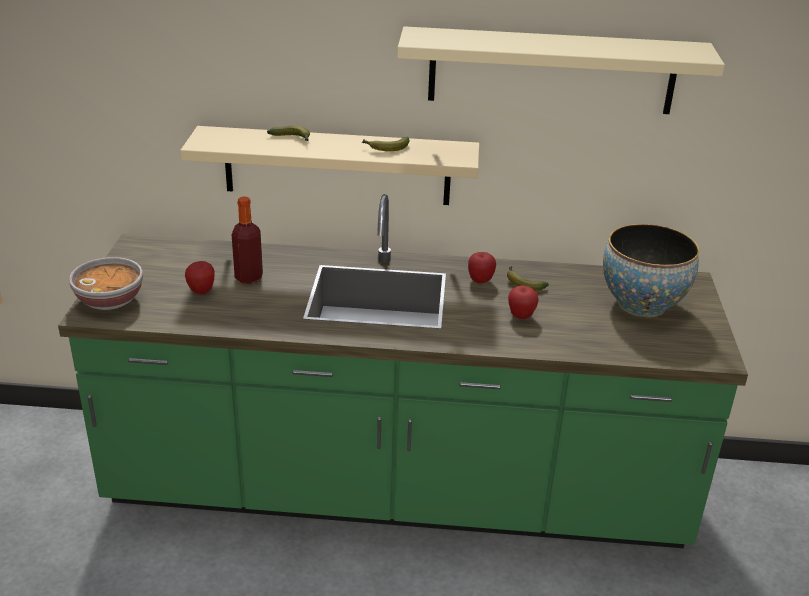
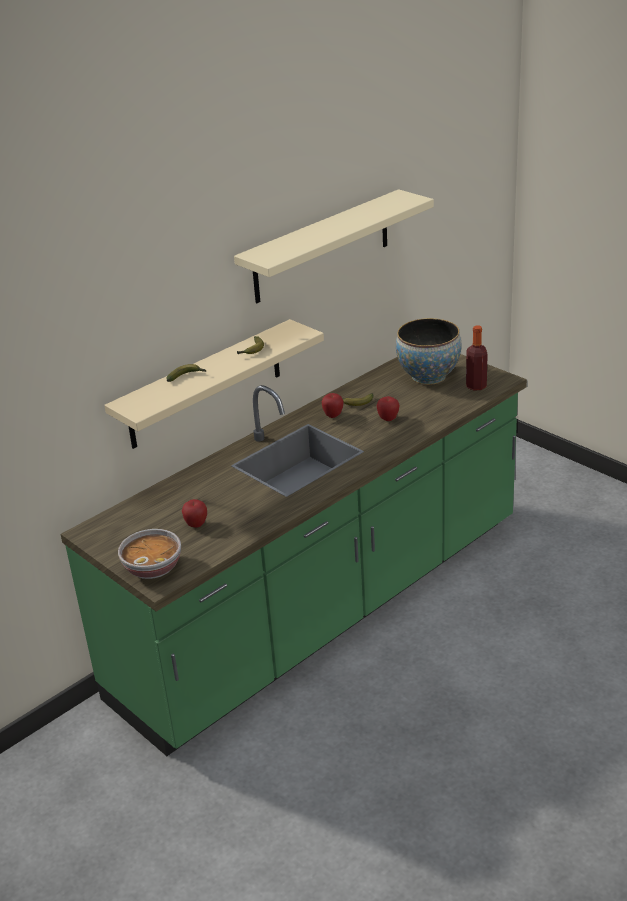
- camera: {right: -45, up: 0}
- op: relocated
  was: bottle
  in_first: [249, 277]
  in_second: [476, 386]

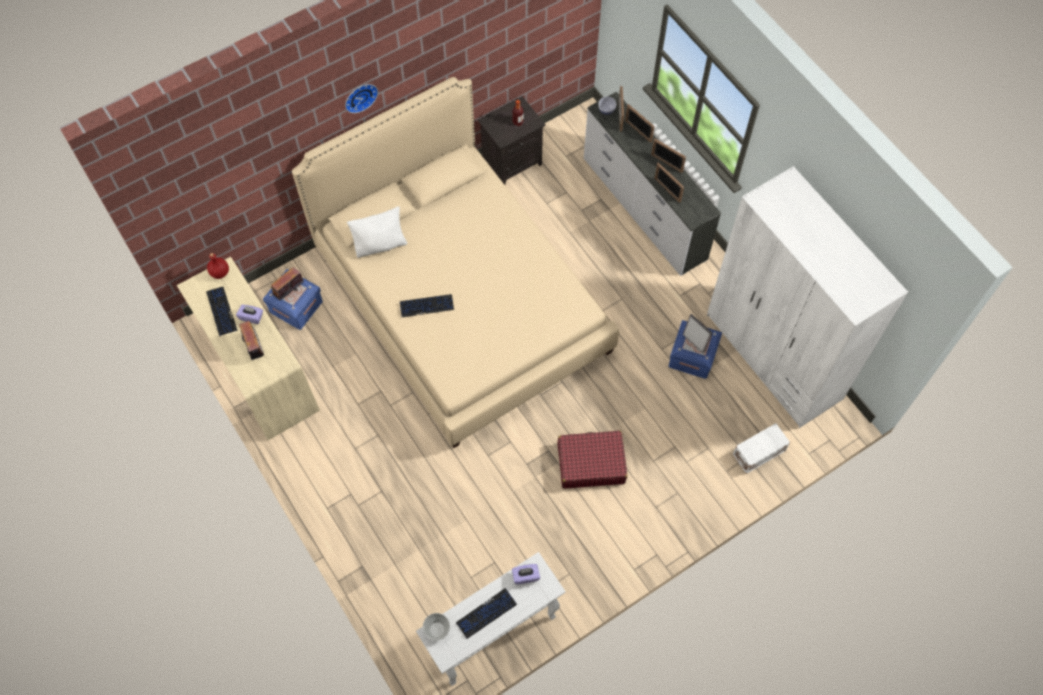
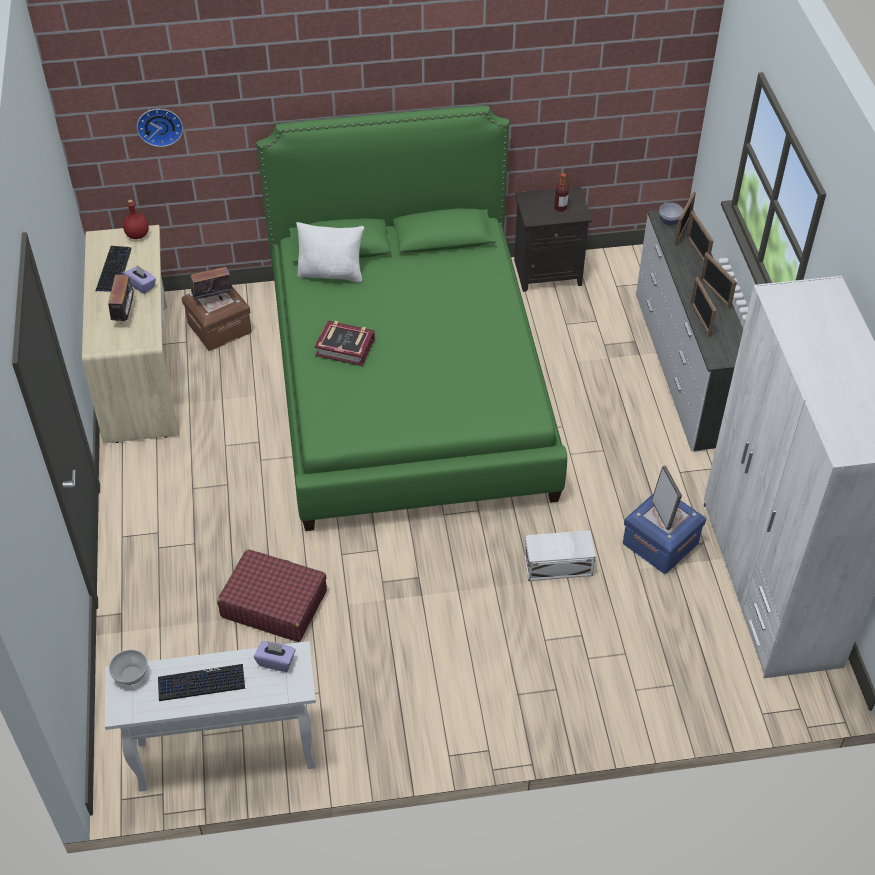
- camera: {right: 25, up: -15}
- op: colour
  was: bed/beige
  now: bed/green
  in_first: [462, 300]
  in_second: [408, 385]
- op: relocated
  was: wall clock
  in_first: [360, 96]
  in_second: [159, 125]
- op: colour
  was: storage box/blue
  now: storage box/brown
  in_first: [296, 306]
  in_second: [219, 328]
- op: exchanged
  was: keyboard
  now: book
  in_first: [426, 306]
  in_second: [345, 347]
- op: relocated
  was: storage box/white
  in_first: [760, 453]
  in_second: [559, 565]
- op: relocated
  was: suitcase/red
  in_first: [590, 463]
  in_second: [274, 603]

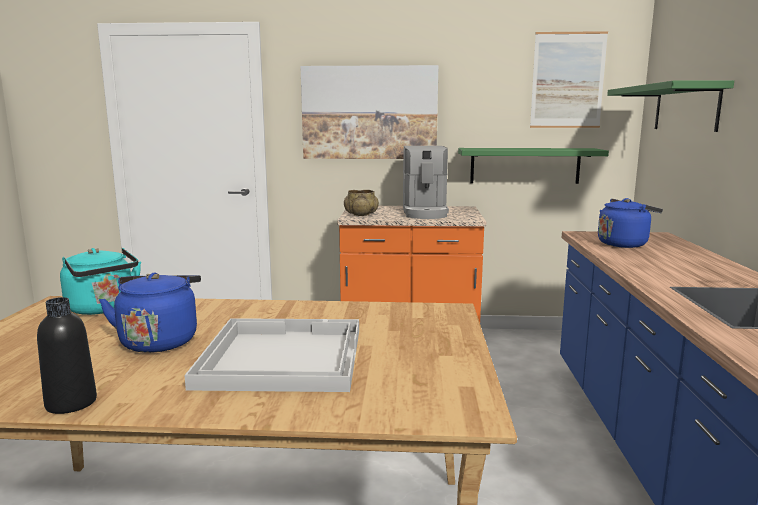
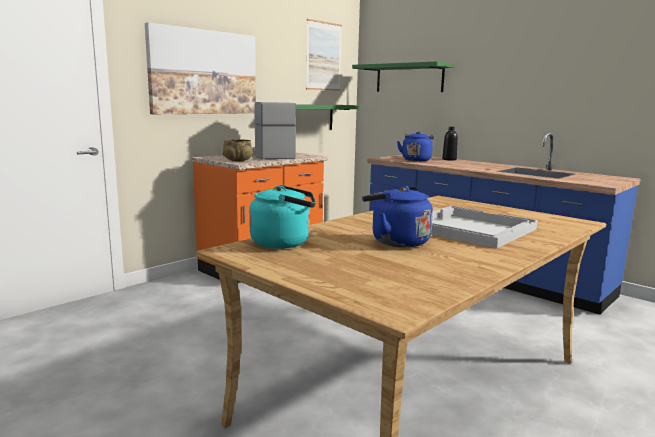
- camera: {right: -50, up: 0}
- op: spun
  was: coffee machine
  in_first: [425, 212]
  in_second: [272, 156]
  clockwise: -150
- op: relocated
  was: bottle/black
  in_first: [71, 403]
  in_second: [449, 159]

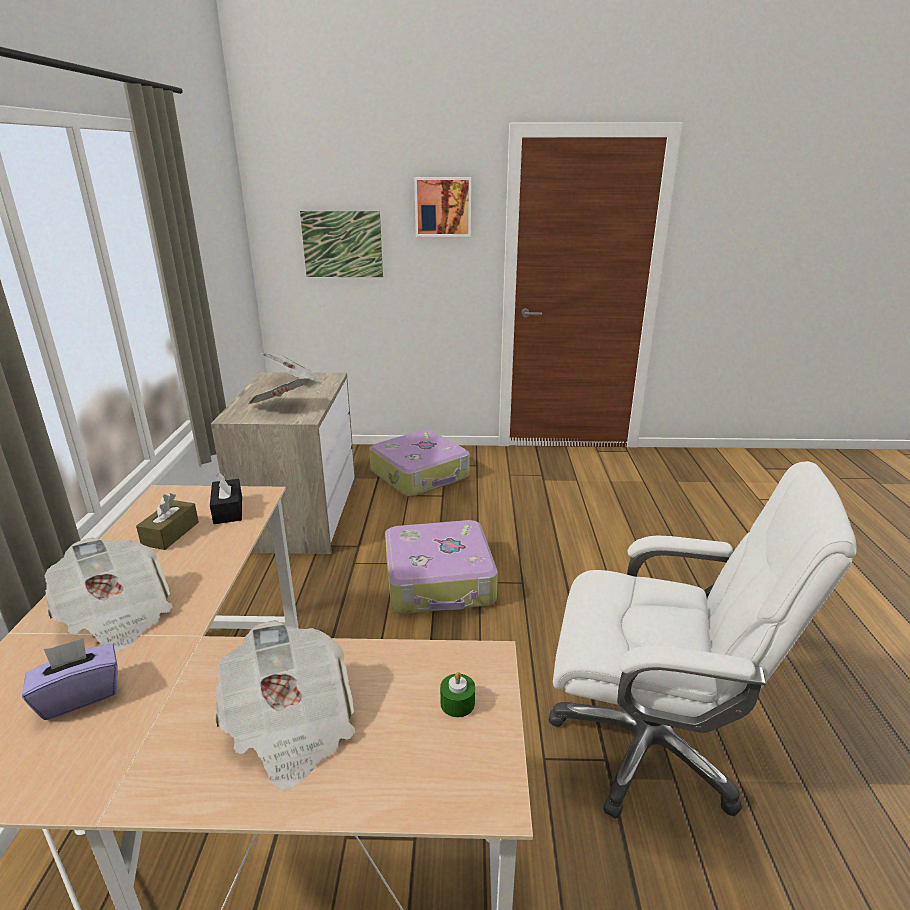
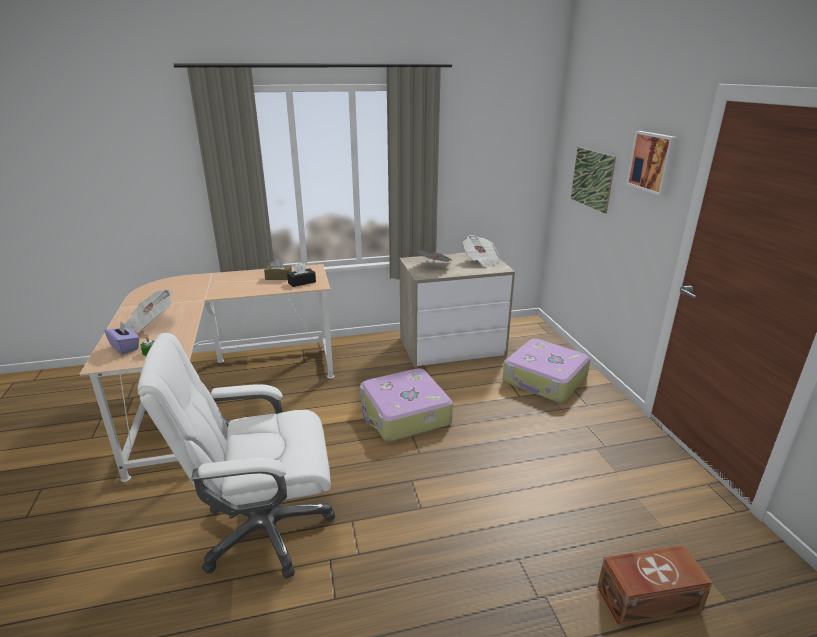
- camera: {right: 75, up: 0}
- op: spun
  was: office chair/white
  in_first: [649, 743]
  in_second: [264, 529]
  clockwise: 75
- op: missing
  was: newspaper
  in_first: [117, 616]
- op: relocated
  was: tissue box/purple
  in_first: [80, 695]
  in_second: [125, 347]
- op: appeared
  now: storage box/brown
  in_second: [646, 598]

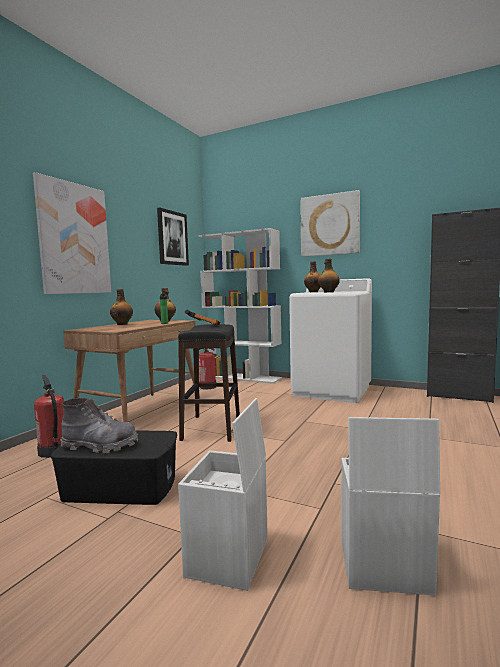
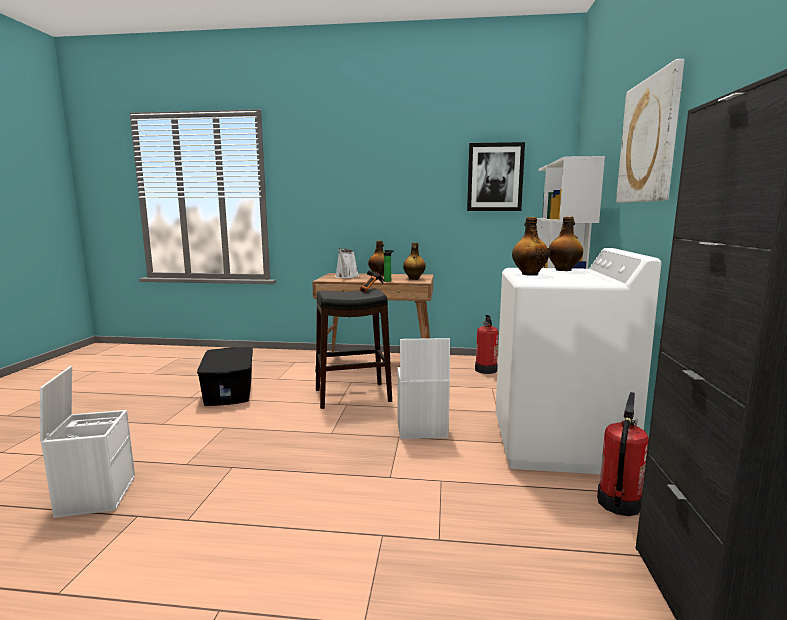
- camera: {right: 70, up: 5}
- op: missing
  was: picture
  in_first: [74, 239]
- op: relocated
  was: fire extinguisher
  in_first: [53, 451]
  in_second: [618, 503]
- op: missing
  was: boot/grey
  in_first: [100, 446]
- op: relocated
  was: storage box/white
  in_first: [229, 558]
  in_second: [420, 429]
- op: appeared
  now: watering can/white
  in_second: [346, 277]

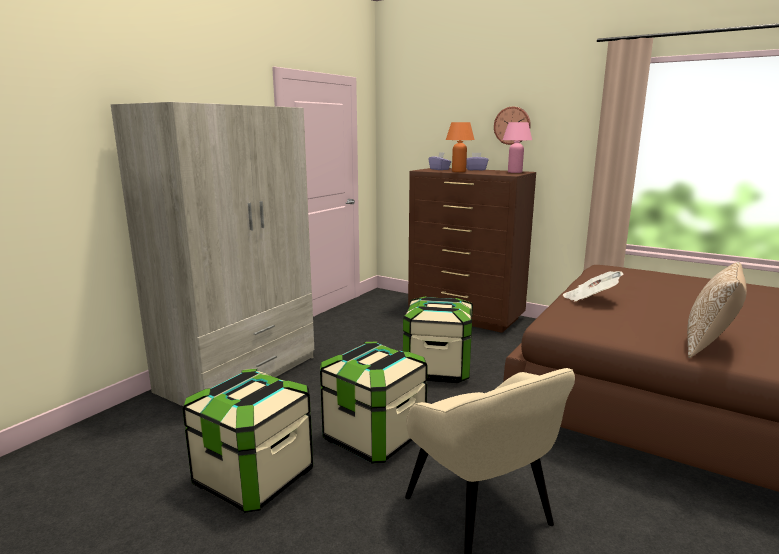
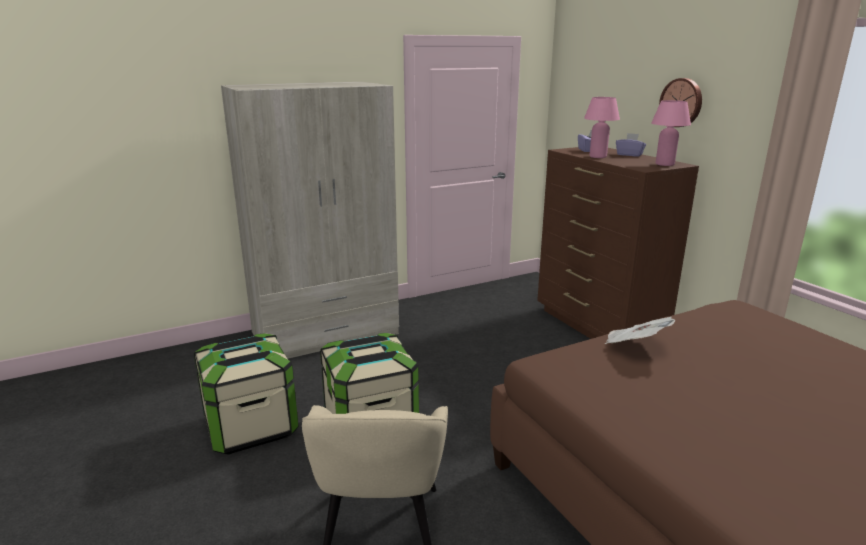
- camera: {right: 30, up: 5}
- op: colour
  was: table lamp/orange
  now: table lamp/pink
  in_first: [458, 171]
  in_second: [597, 157]
- op: missing
  was: pillow
  in_first: [709, 346]
- op: missing
  was: storage box
  in_first: [437, 369]

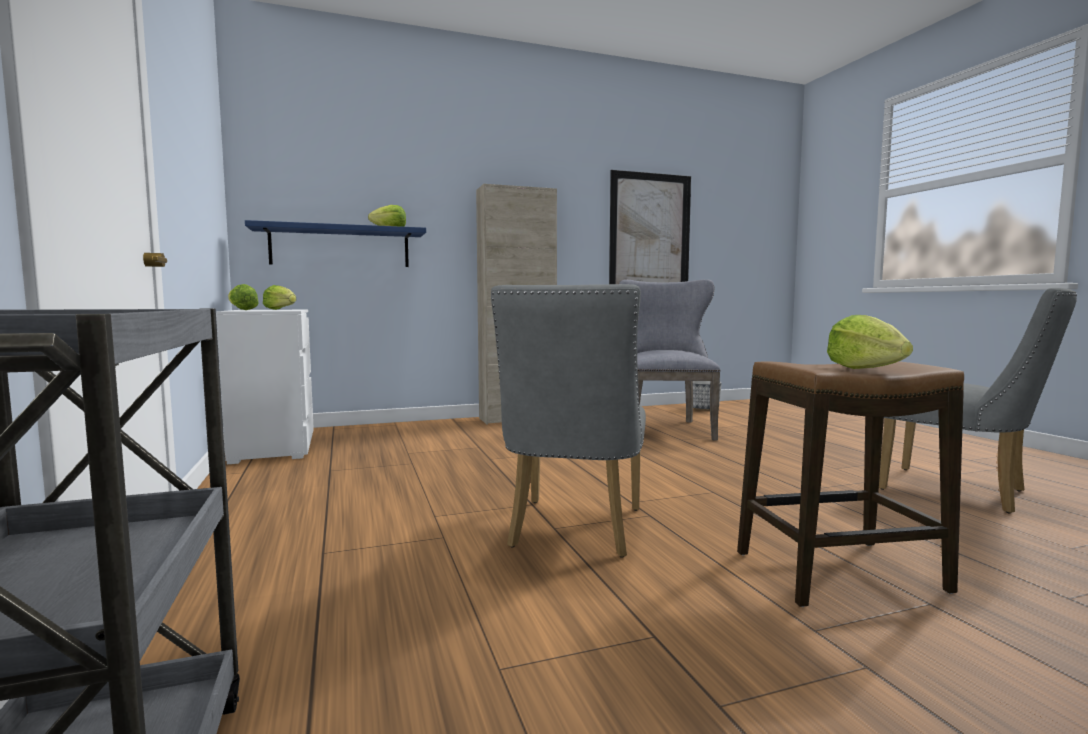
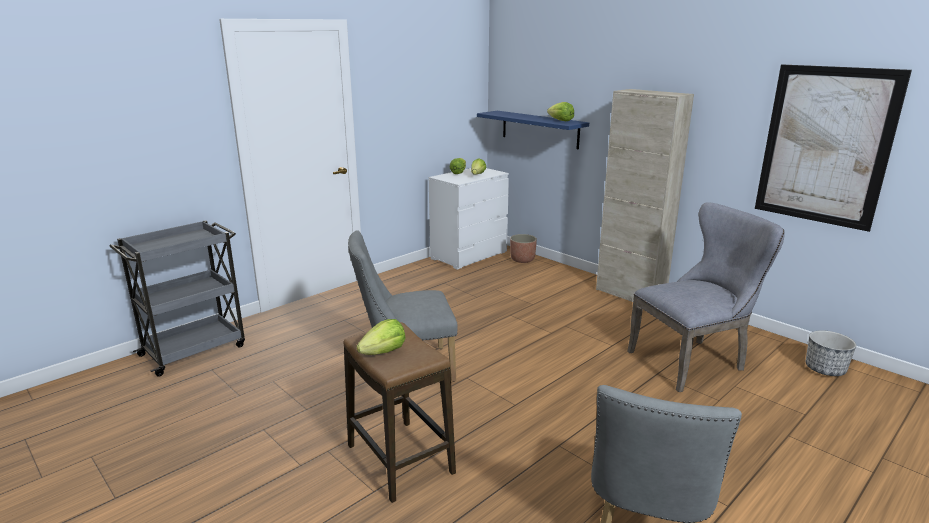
- camera: {right: 65, up: 15}
- op: appeared
  now: planter
  in_second: [522, 260]

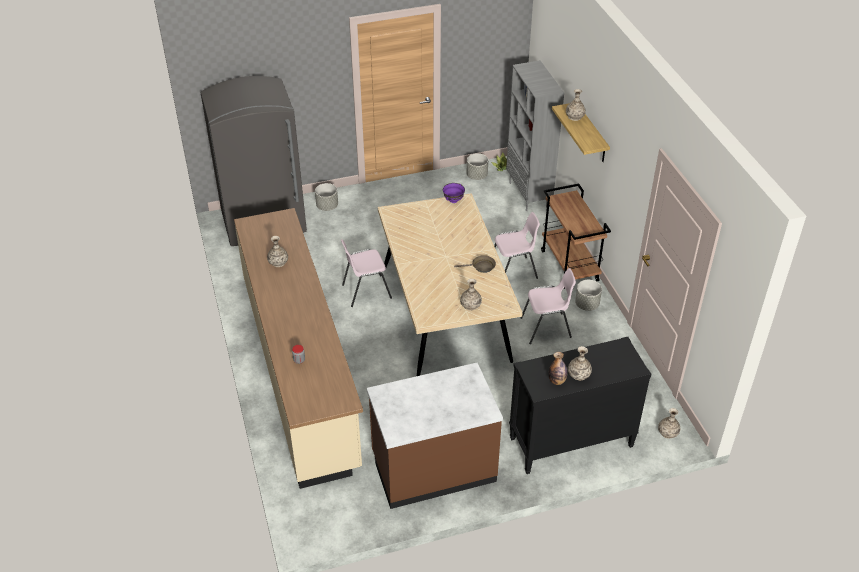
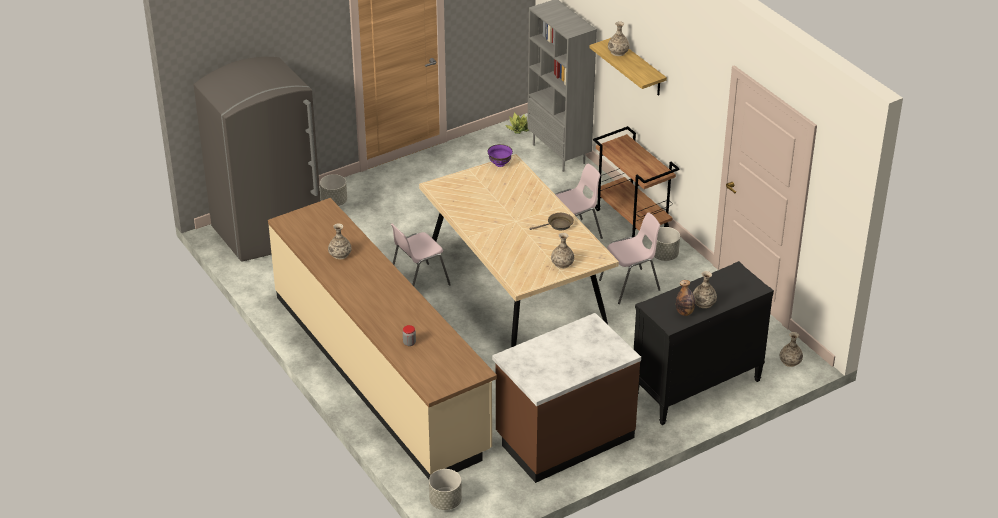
- camera: {right: -15, up: -5}
- op: relocated
  was: planter/grey
  in_first: [477, 176]
  in_second: [445, 501]

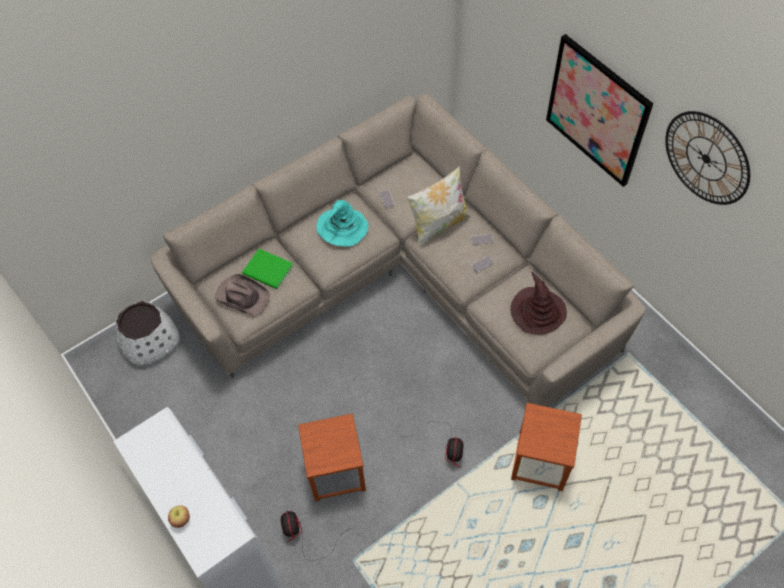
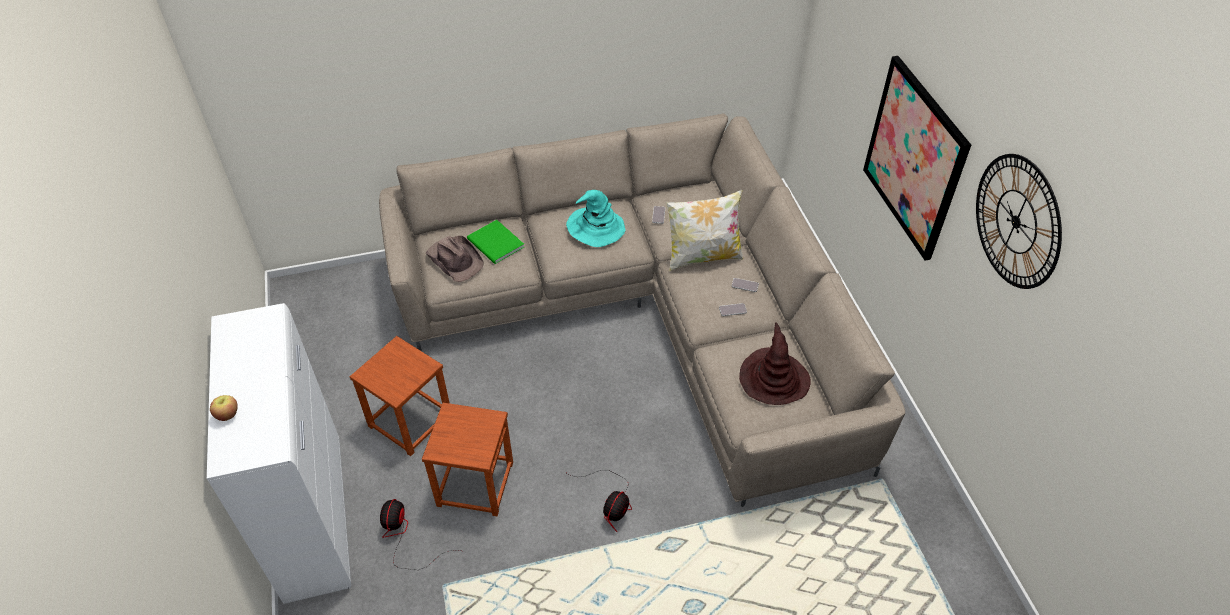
- camera: {right: 20, up: -10}
- op: missing
  was: planter/white
  in_first: [149, 341]
- op: relocated
  was: stool/brown
  in_first: [541, 462]
  in_second: [410, 421]

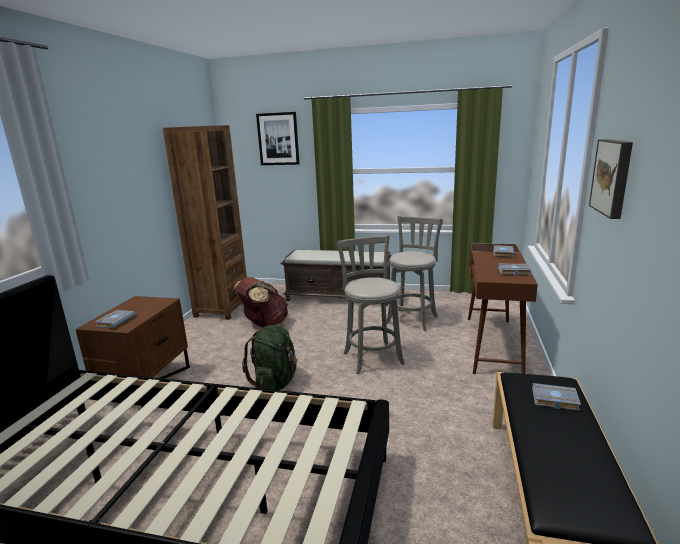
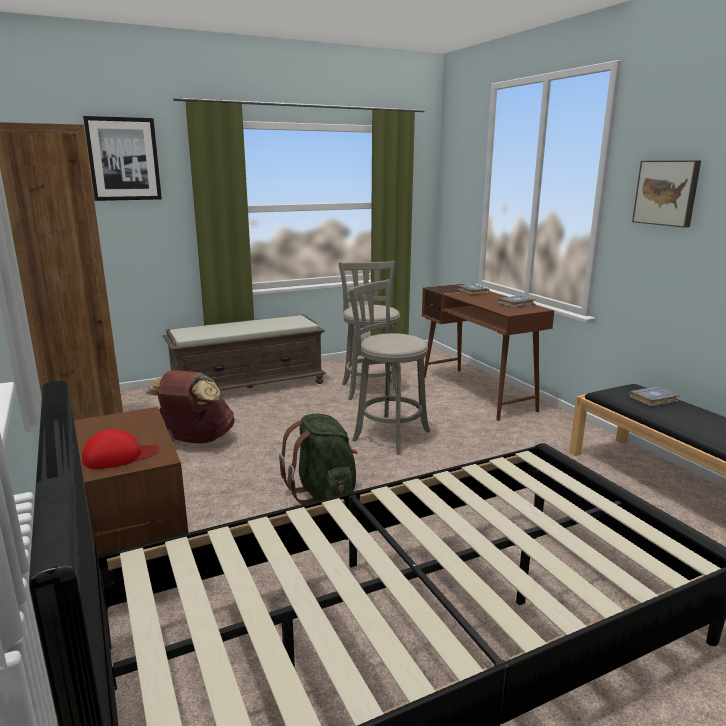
- camera: {right: -40, up: 0}
- op: exchanged
  was: book/grey
  now: cap/red
  in_first: [115, 321]
  in_second: [119, 456]

